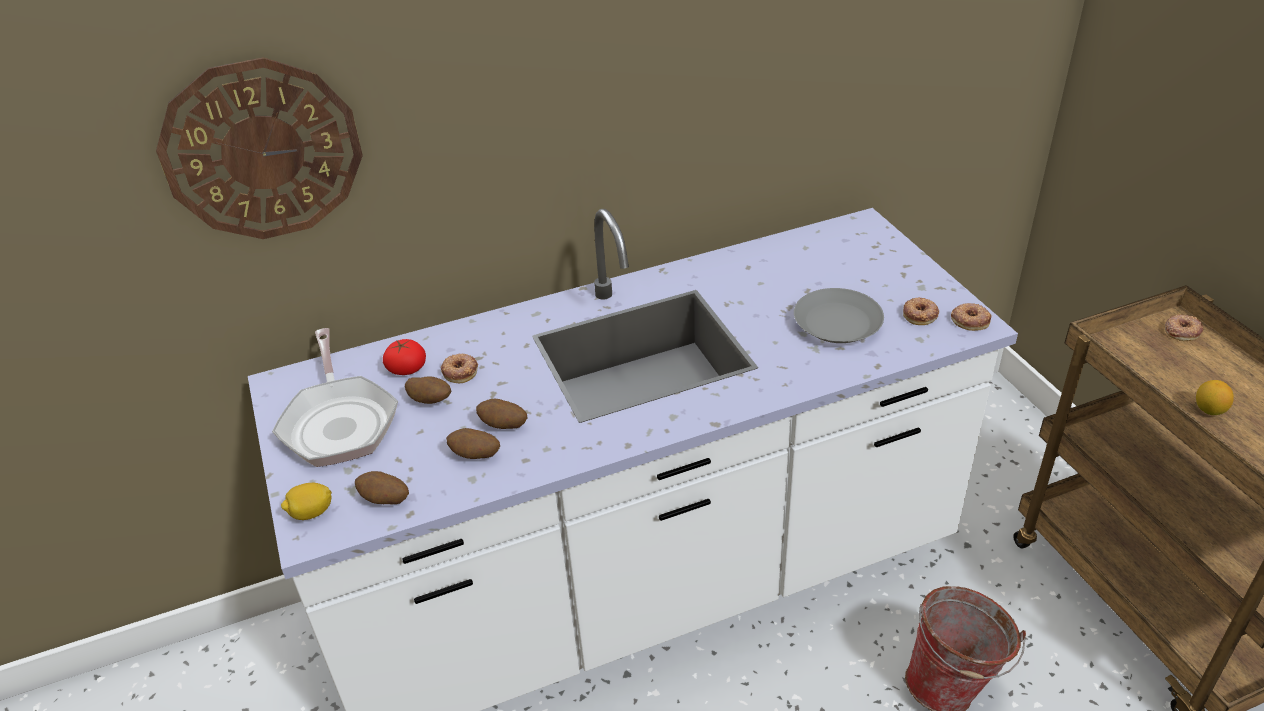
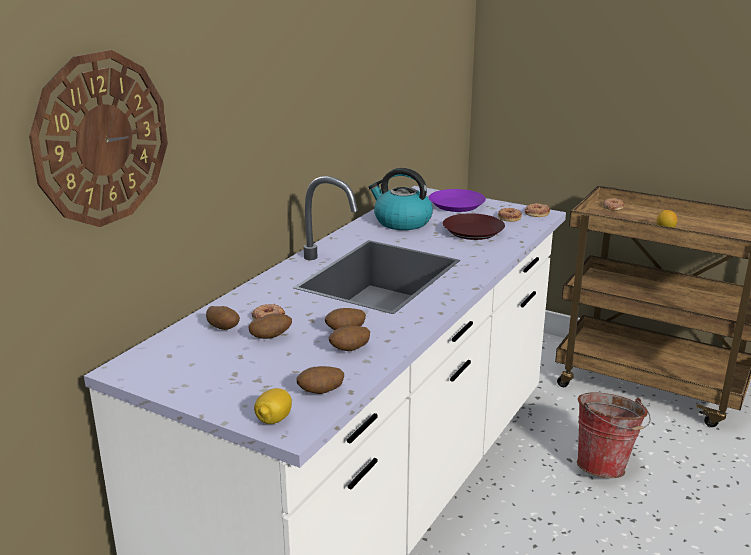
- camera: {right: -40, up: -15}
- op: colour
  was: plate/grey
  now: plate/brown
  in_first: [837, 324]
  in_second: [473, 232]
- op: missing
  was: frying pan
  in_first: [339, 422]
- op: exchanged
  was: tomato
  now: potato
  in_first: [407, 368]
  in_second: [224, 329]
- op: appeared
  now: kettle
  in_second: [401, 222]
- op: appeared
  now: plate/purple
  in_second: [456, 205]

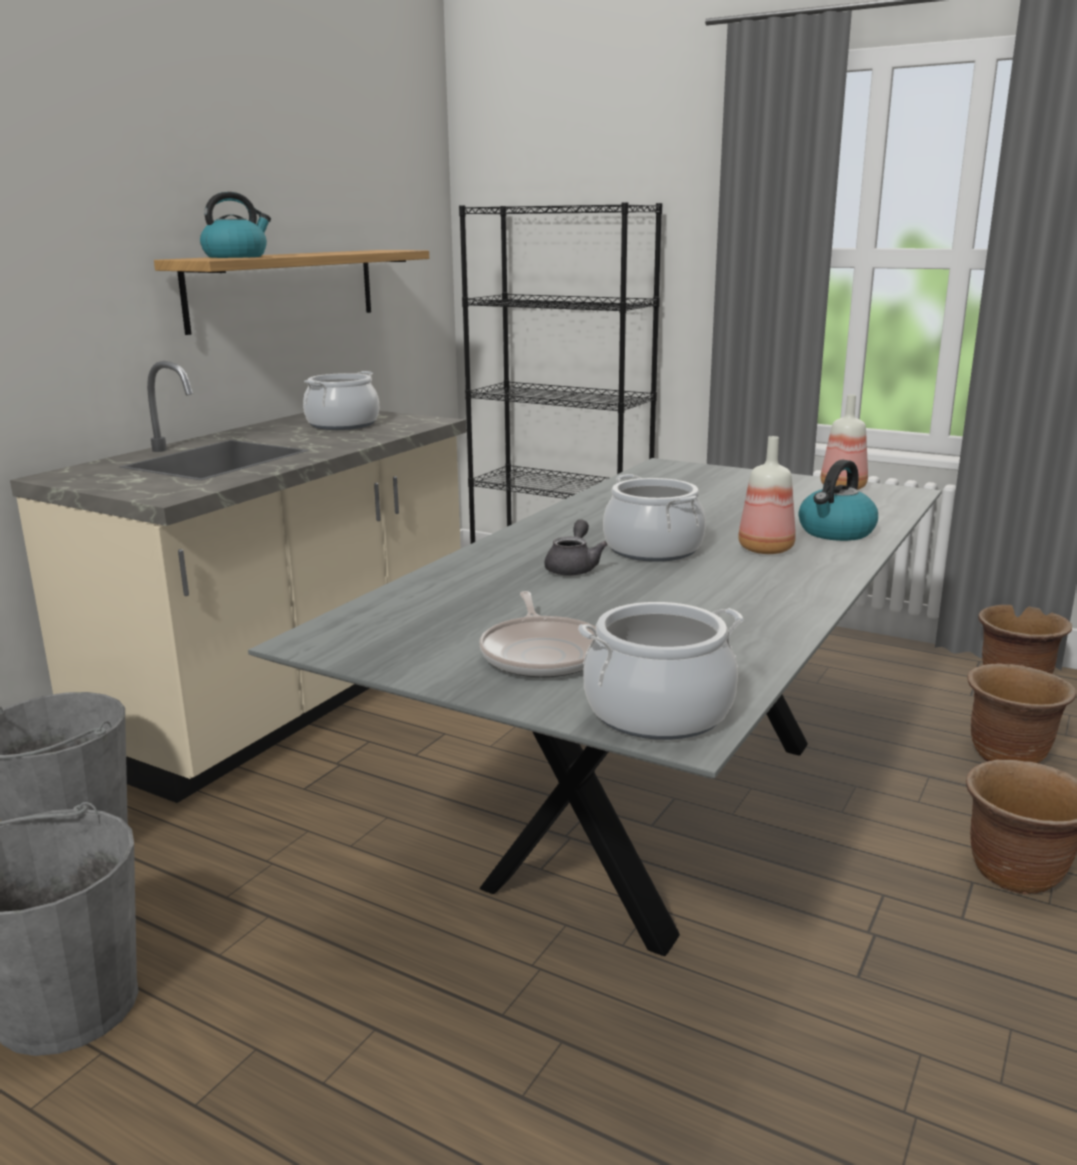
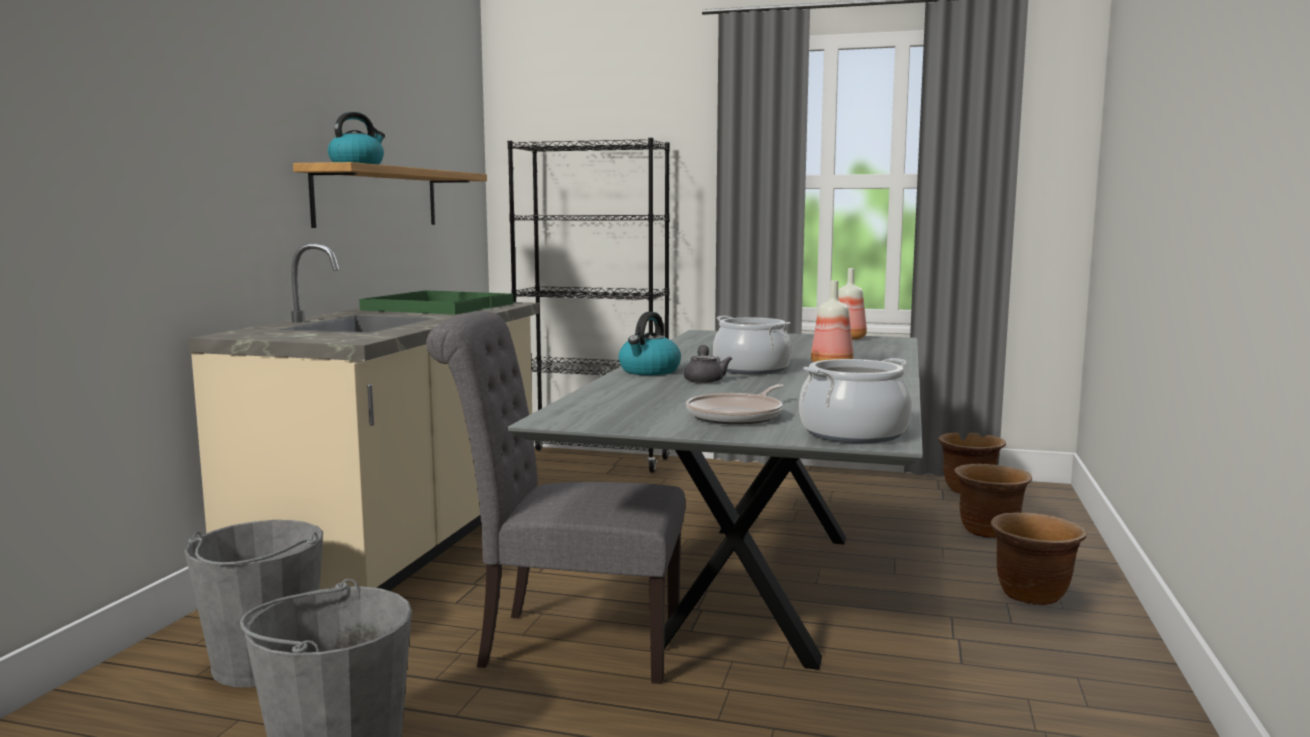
- camera: {right: -15, up: -10}
- op: exchanged
  was: cooking pot
  now: tray/green
  in_first: [342, 424]
  in_second: [438, 306]
- op: relocated
  was: kettle
  in_first: [836, 532]
  in_second: [649, 371]
- op: spun
  was: frying pan
  in_first: [542, 653]
  in_second: [738, 415]
  clockwise: 60
- op: appeared
  now: chair/grey
  in_second: [568, 643]

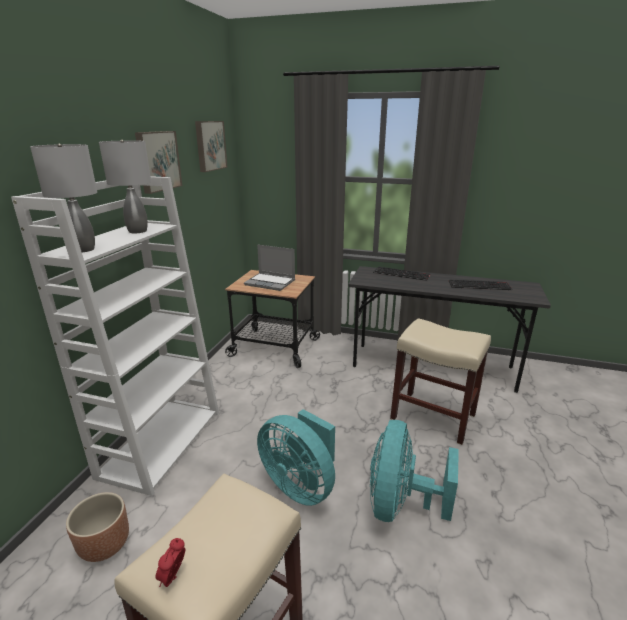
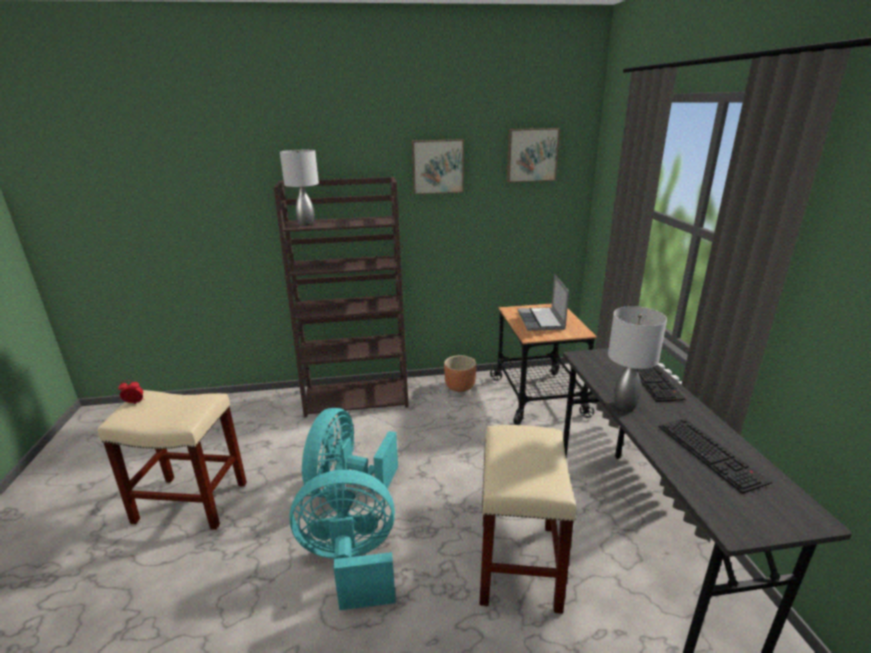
- camera: {right: 65, up: 0}
- op: relocated
  was: table lamp/grey
  in_first: [137, 231]
  in_second: [624, 405]
- op: colour
  was: bookcase/white
  now: bookcase/brown
  in_first: [161, 441]
  in_second: [357, 396]
- op: relocated
  was: planter/brown
  in_first: [104, 544]
  in_second: [460, 386]

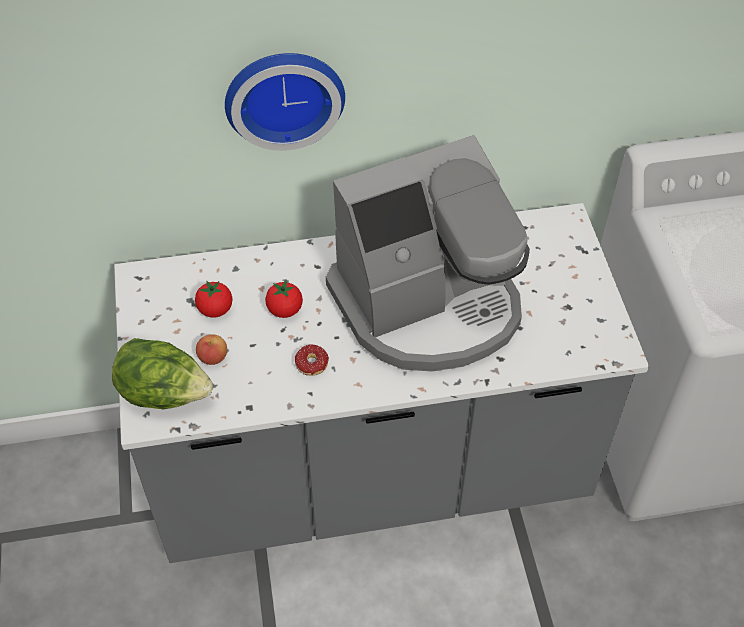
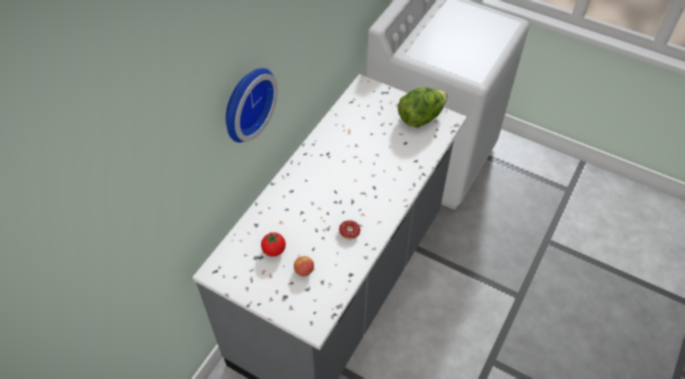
- camera: {right: -50, up: 0}
- op: missing
  was: coffee machine
  in_first: [429, 306]
- op: missing
  was: tomato
  in_first: [285, 310]
- op: relocated
  was: lettuce
  in_first: [165, 394]
  in_second: [420, 117]

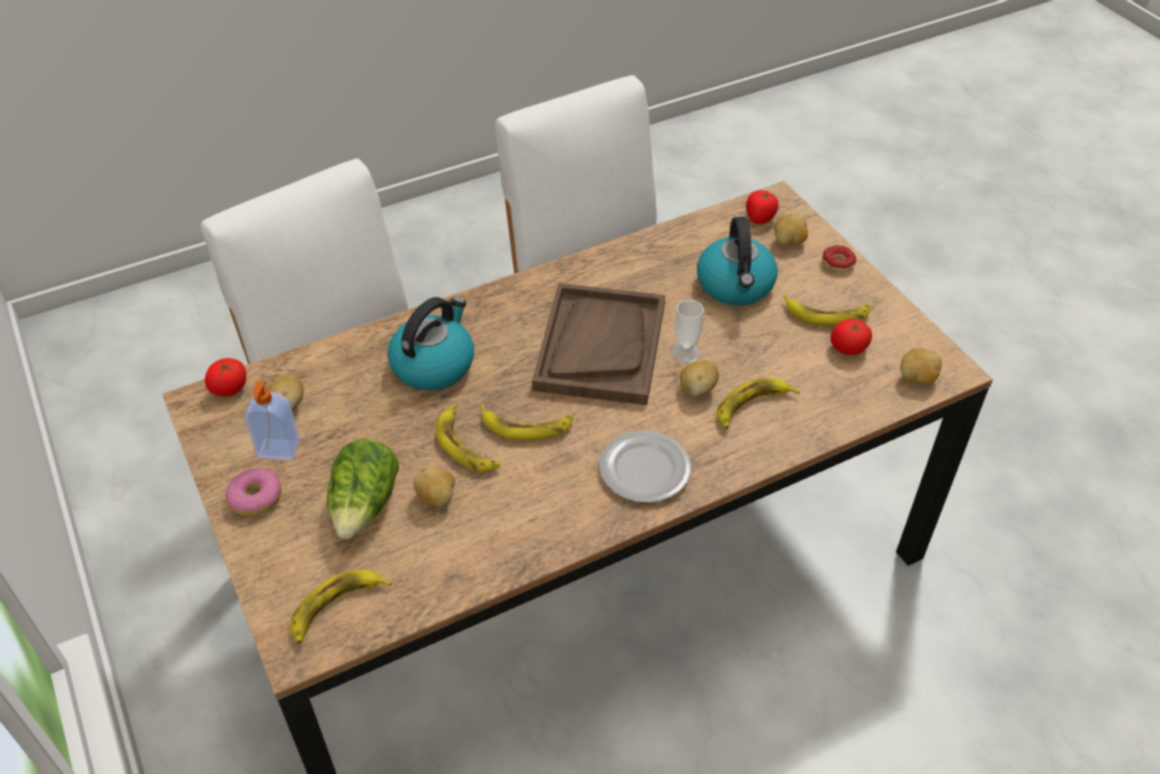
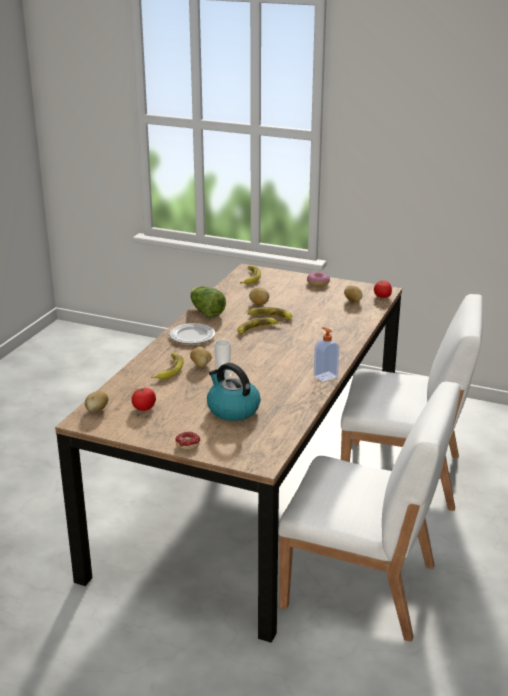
- camera: {right: 140, up: -20}
- op: missing
  was: tomato
  in_first: [759, 218]
- op: missing
  was: potato
  in_first: [789, 242]
- op: missing
  was: tray/brown
  in_first: [600, 346]
- op: missing
  was: banana
  in_first: [827, 314]
- op: missing
  was: kettle
  in_first: [433, 364]
- op: relocated
  was: soap dispenser
  in_first: [278, 450]
  in_second: [325, 376]
- op: relocated
  was: lettuce
  in_first: [365, 505]
  in_second: [206, 311]

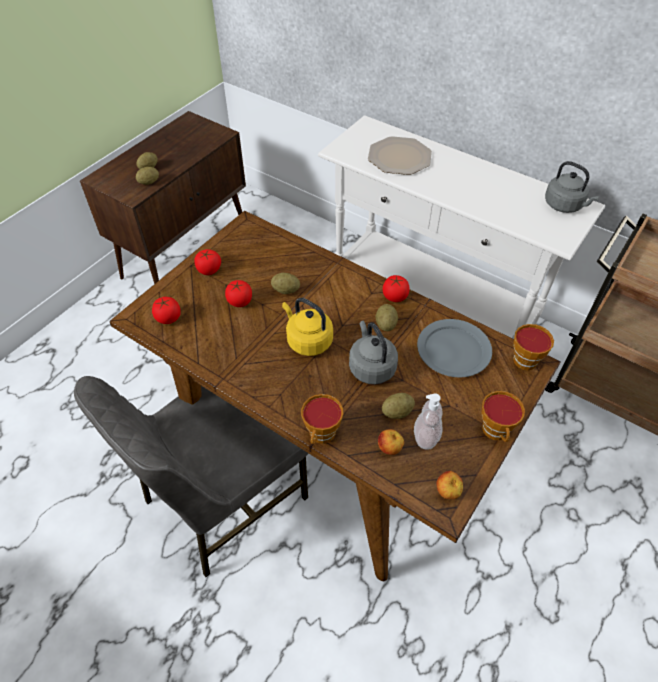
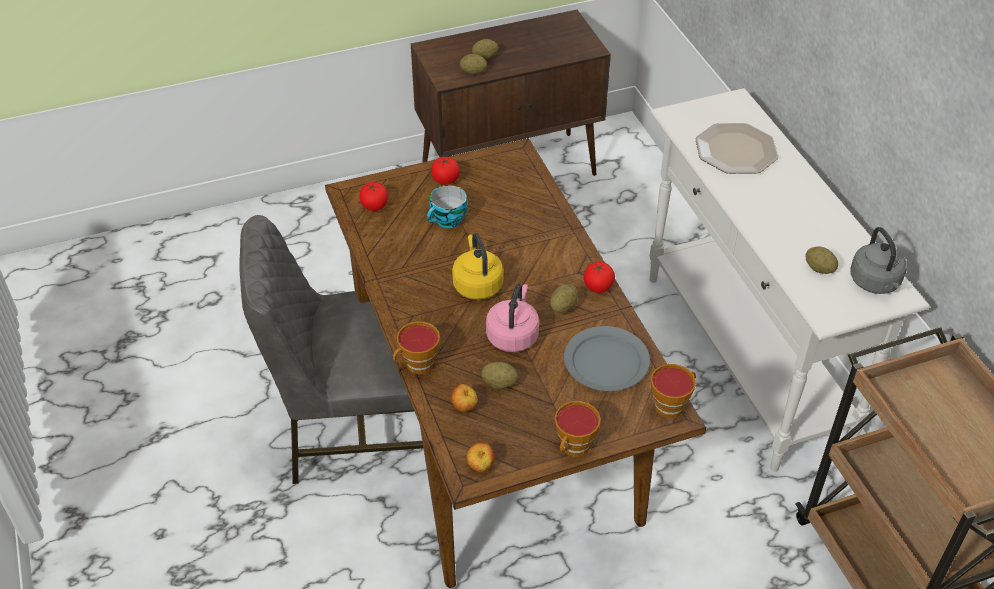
- camera: {right: 35, up: -5}
- op: relocated
  was: potato
  in_first: [286, 290]
  in_second: [819, 269]
- op: exchanged
  was: tomato
  now: cup
  in_first: [240, 301]
  in_second: [448, 221]
- op: colour
  was: kettle/grey
  now: kettle/pink
  in_first: [371, 367]
  in_second: [513, 335]
- op: missing
  was: soap dispenser
  in_first: [426, 437]

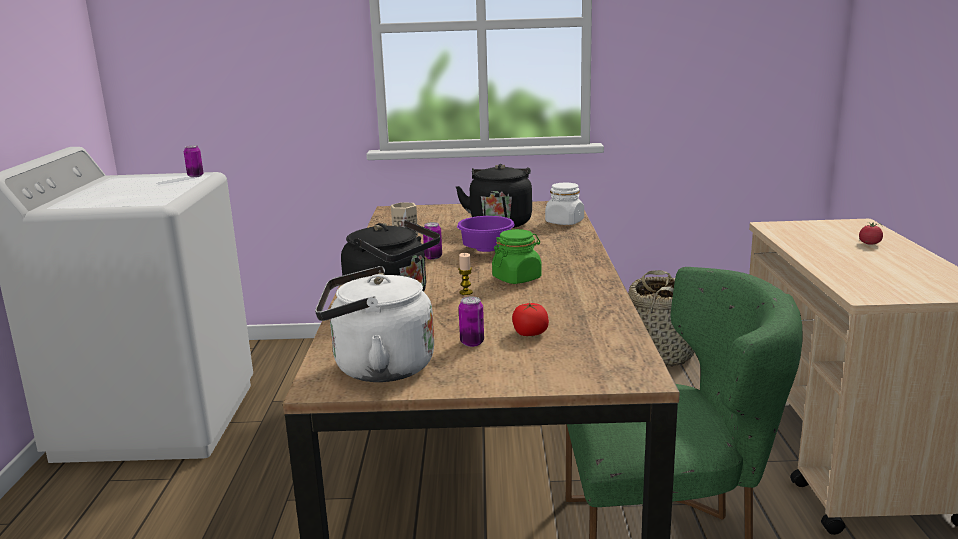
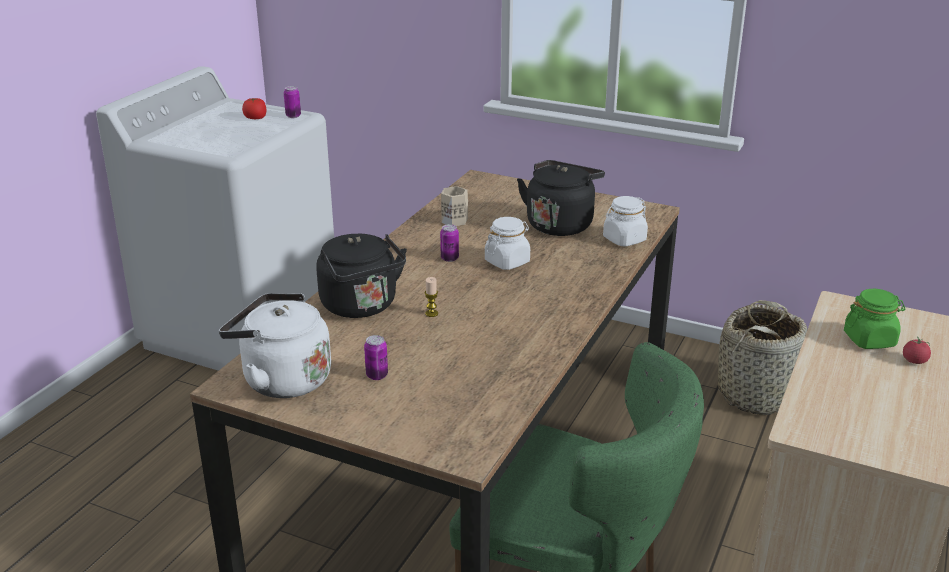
- camera: {right: 25, up: 10}
- op: exchanged
  was: bowl/purple
  now: jar/white
  in_first: [487, 250]
  in_second: [507, 262]
- op: relocated
  was: jar/green
  in_first: [517, 278]
  in_second: [869, 339]
- op: relocated
  was: tomato
  in_first: [530, 334]
  in_second: [255, 118]

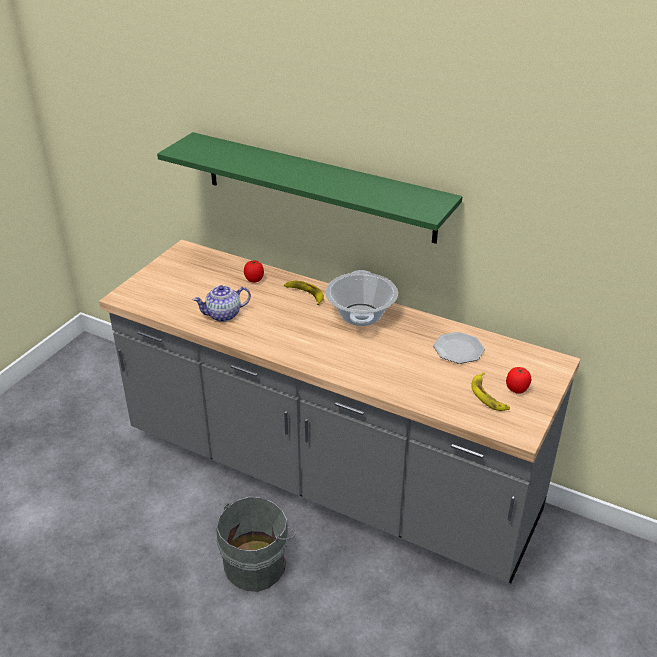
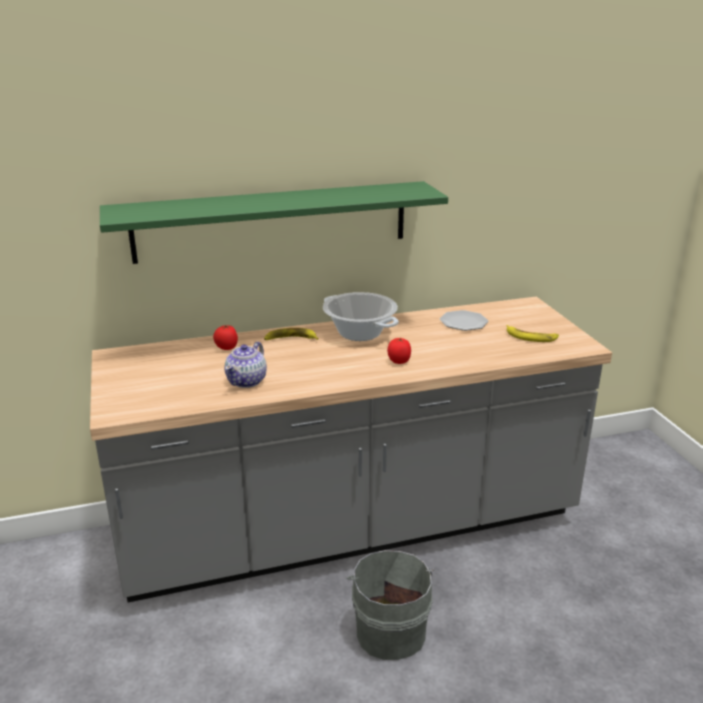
- camera: {right: -45, up: -10}
- op: relocated
  was: tomato
  in_first: [517, 389]
  in_second: [399, 361]

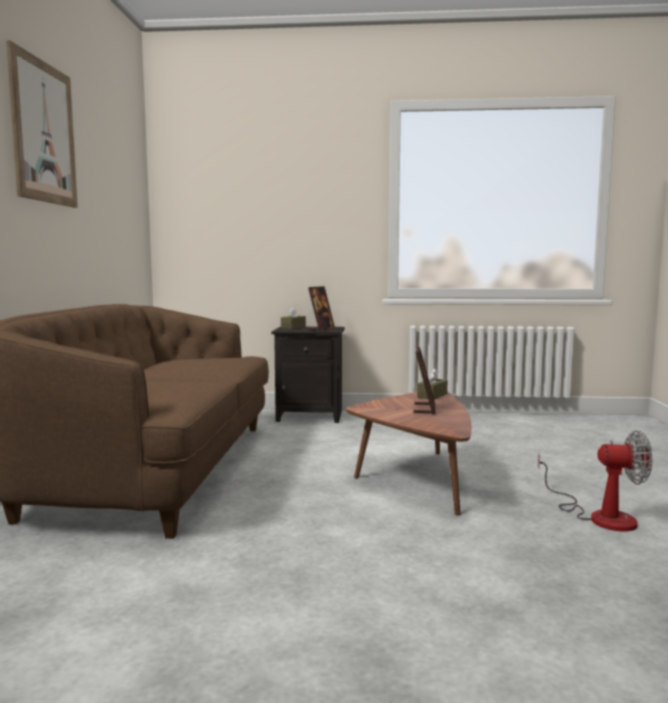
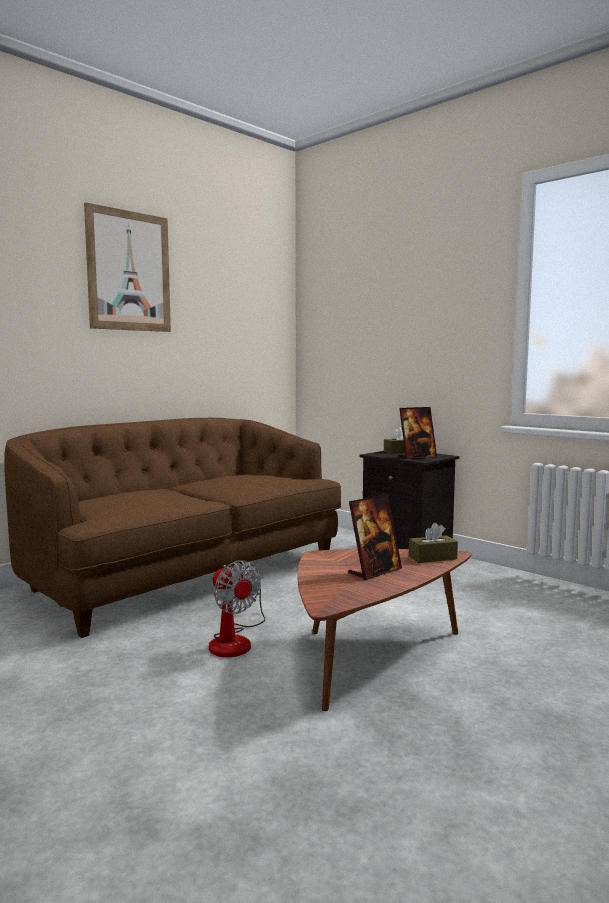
- camera: {right: 40, up: 0}
- op: relocated
  was: fan
  in_first: [599, 516]
  in_second: [235, 640]

